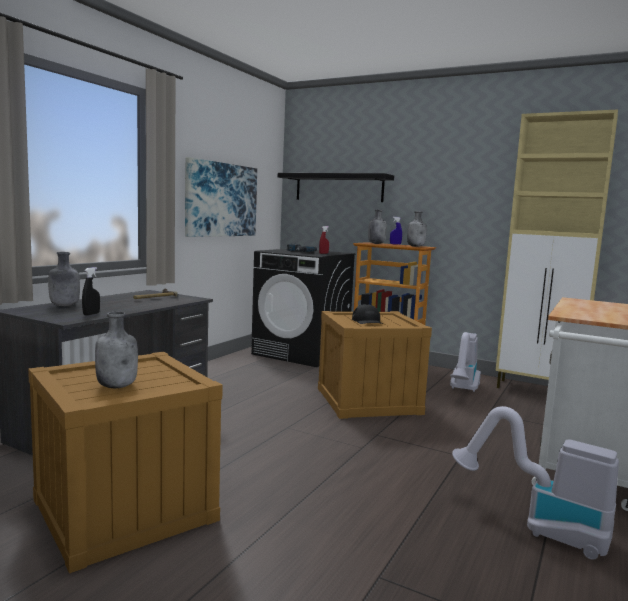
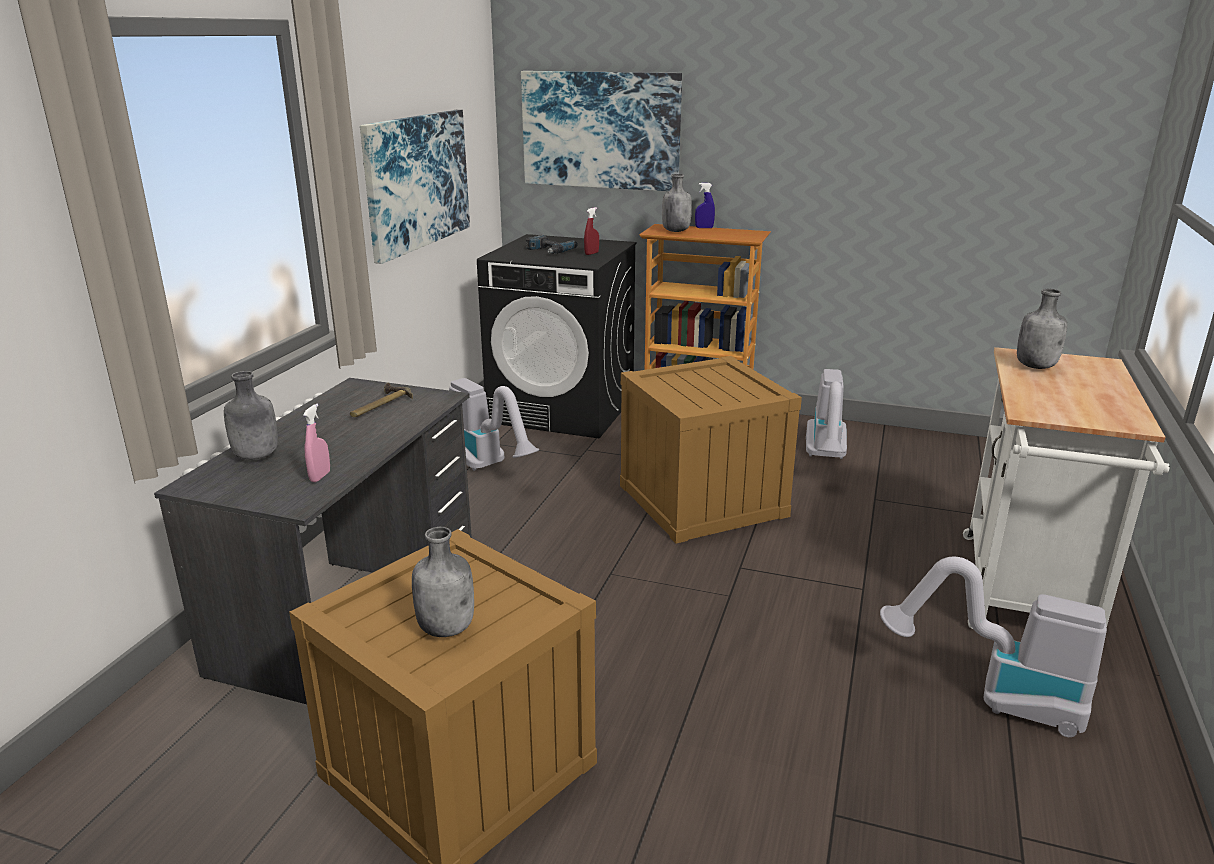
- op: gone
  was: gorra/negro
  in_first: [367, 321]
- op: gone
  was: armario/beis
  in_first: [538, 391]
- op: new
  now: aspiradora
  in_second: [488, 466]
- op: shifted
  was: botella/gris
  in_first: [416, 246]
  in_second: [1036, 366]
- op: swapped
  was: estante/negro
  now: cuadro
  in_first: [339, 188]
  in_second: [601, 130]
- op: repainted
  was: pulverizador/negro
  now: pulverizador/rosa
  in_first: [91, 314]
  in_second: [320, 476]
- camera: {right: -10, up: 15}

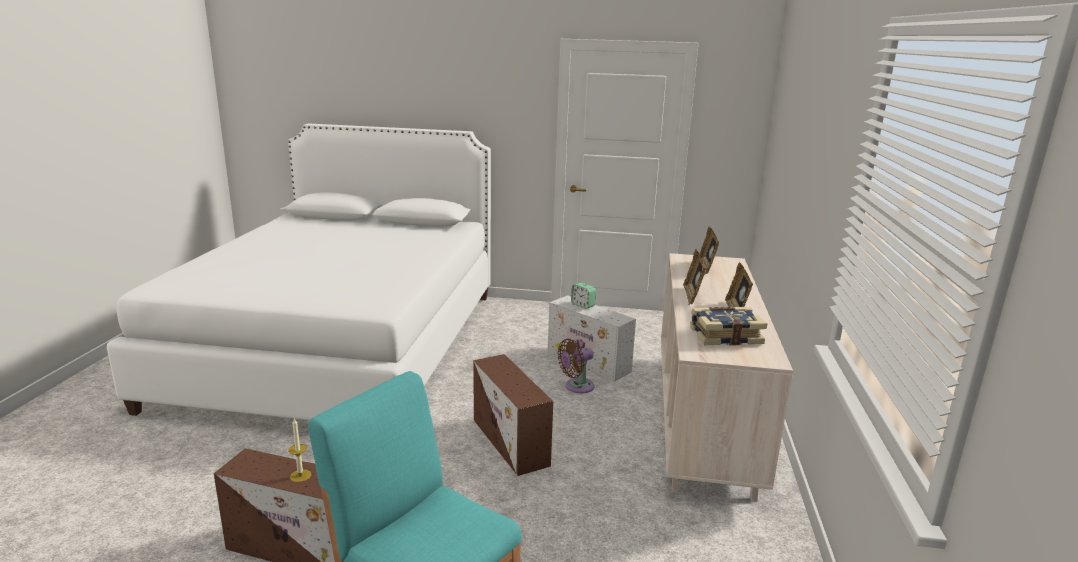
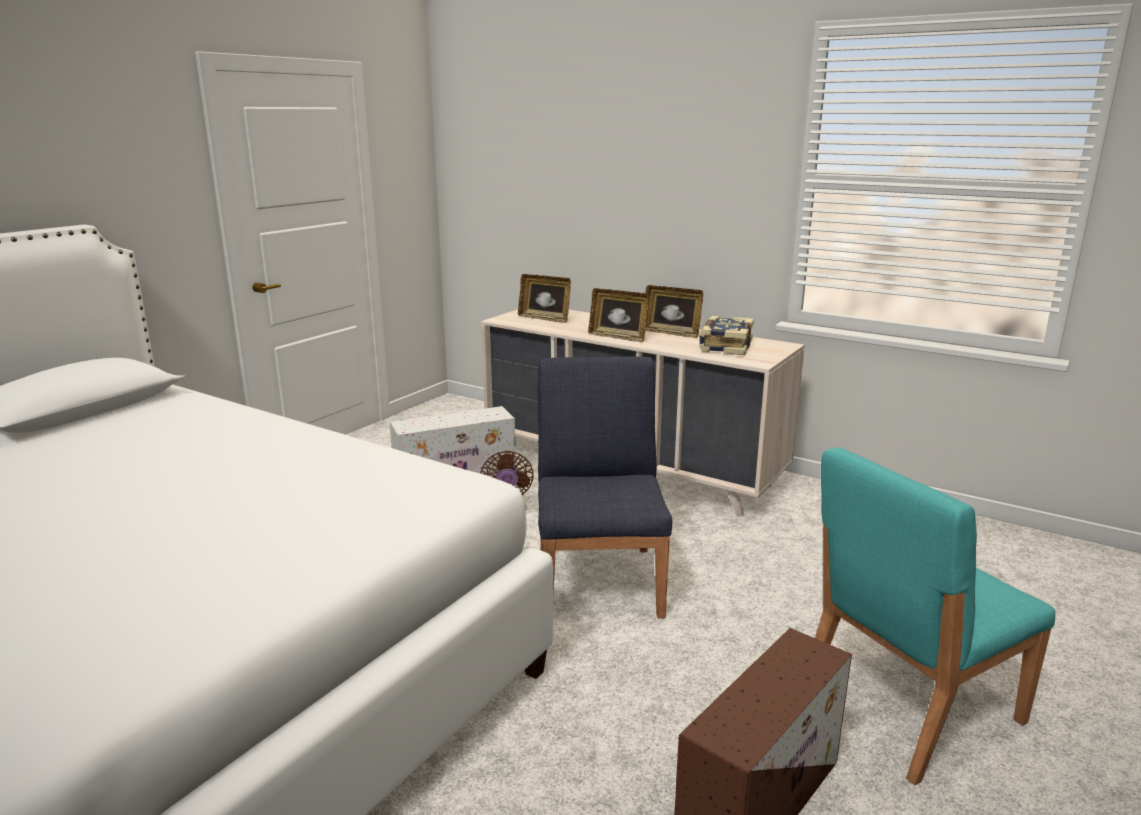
- op: gone
  was: vela
  in_first: [300, 476]
- op: gone
  was: despertador
  in_first: [582, 305]
- op: swapped
  was: caja de almacenaje/marrón
  now: silla/azul
  in_first: [511, 442]
  in_second: [599, 581]
- camera: {right: -65, up: 0}

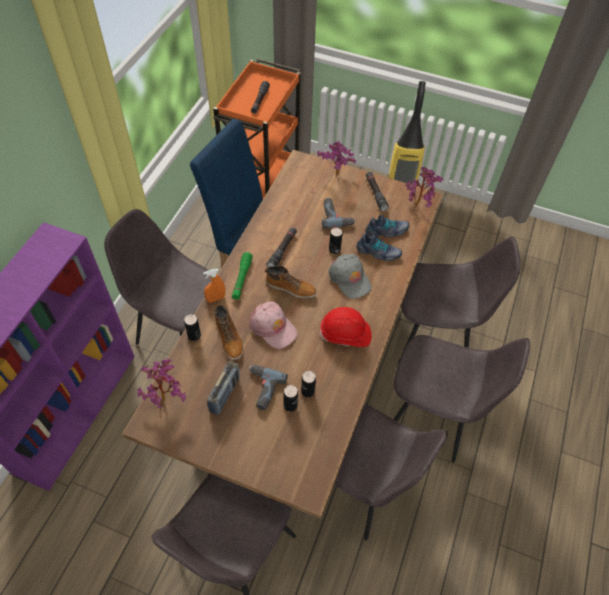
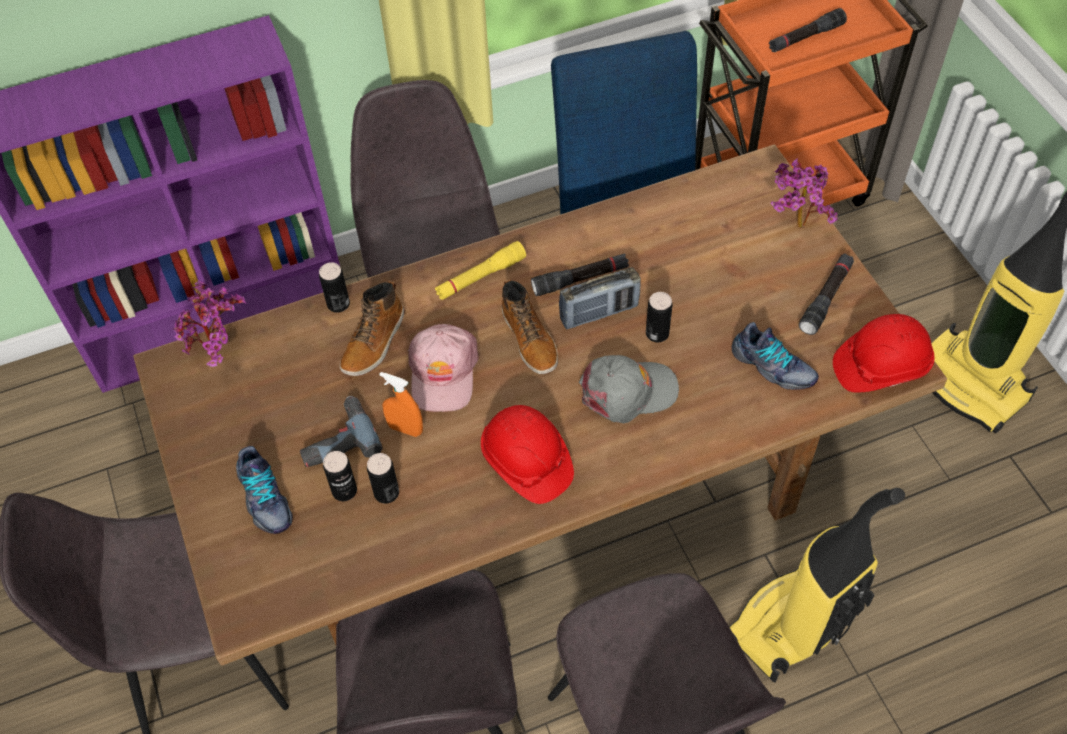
- op: gone
  was: taladro
  in_first: [336, 216]
- op: shifted
  was: pulverizador/naranja
  in_first: [216, 298]
  in_second: [405, 429]
- op: shifted
  was: radio
  in_first: [225, 394]
  in_second: [599, 313]
- op: shifted
  was: zapato
  in_first: [378, 253]
  in_second: [264, 499]
- op: swapped
  was: silla/gris
  now: aspiradora
  in_first: [433, 335]
  in_second: [792, 626]
- op: swapped
  was: planta en maceta
  now: casco/rojo
  in_first: [419, 204]
  in_second: [880, 366]
- op: repainted
  was: linterna/verde
  now: linterna/amarillo
  in_first: [242, 279]
  in_second: [480, 277]
- op: rotated
  was: gorra/gris
  in_first: [350, 279]
  in_second: [628, 392]
  clockwise: -120
- camera: {right: 50, up: 0}

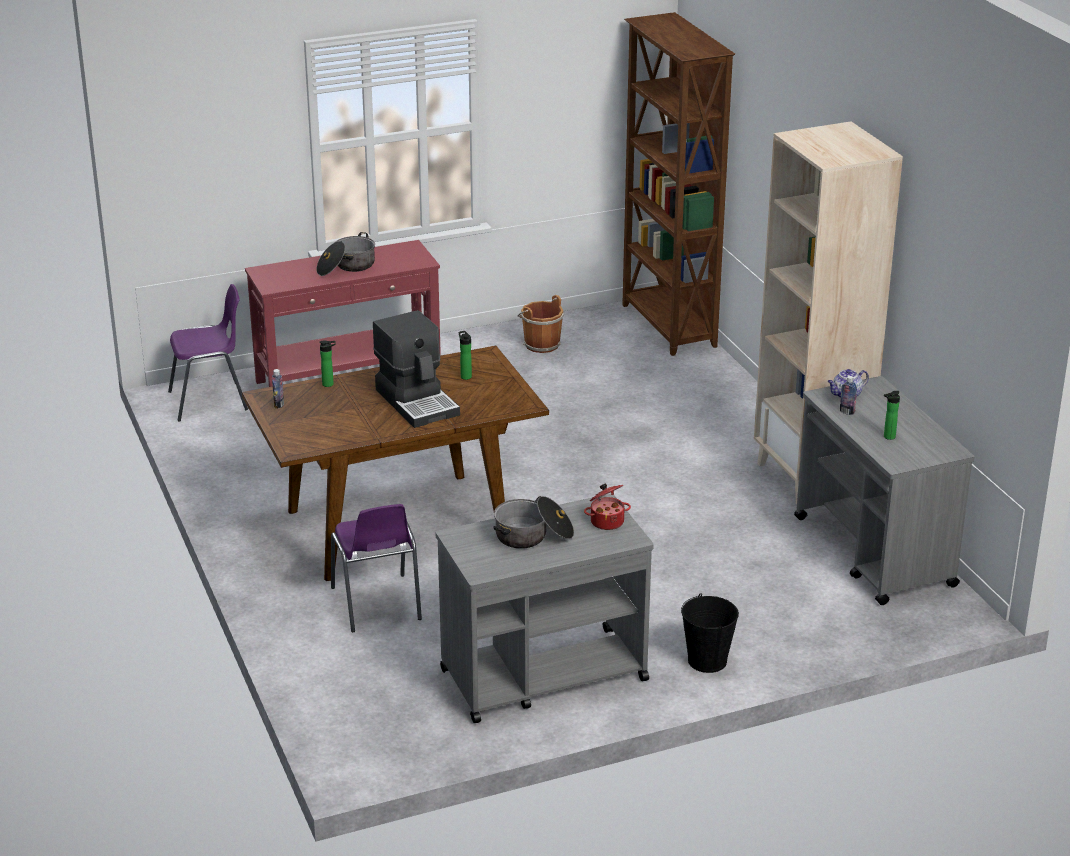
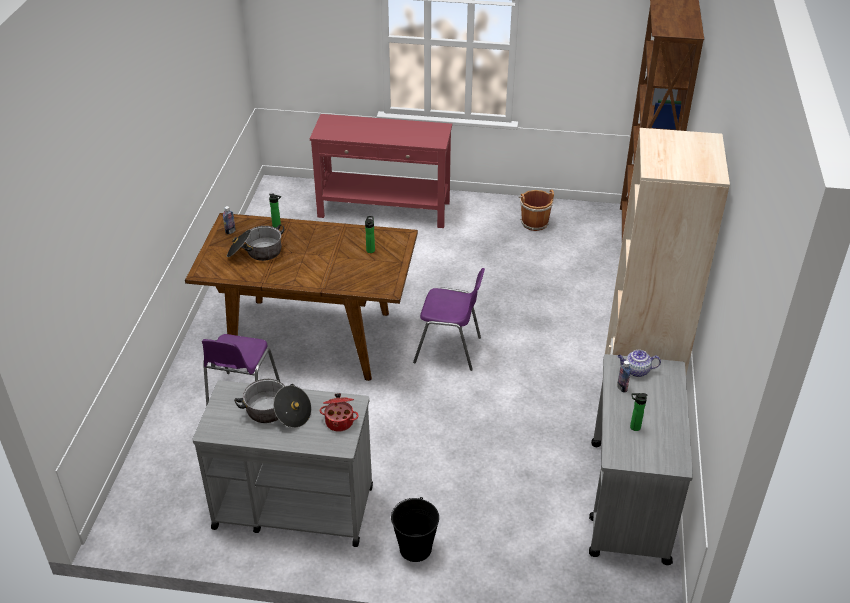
- op: gone
  was: cafetera
  in_first: [418, 402]
- op: shifted
  was: silla/morado
  in_first: [210, 401]
  in_second: [449, 350]
- op: shifted
  was: olla
  in_first: [346, 267]
  in_second: [256, 252]
- camera: {right: 30, up: 10}

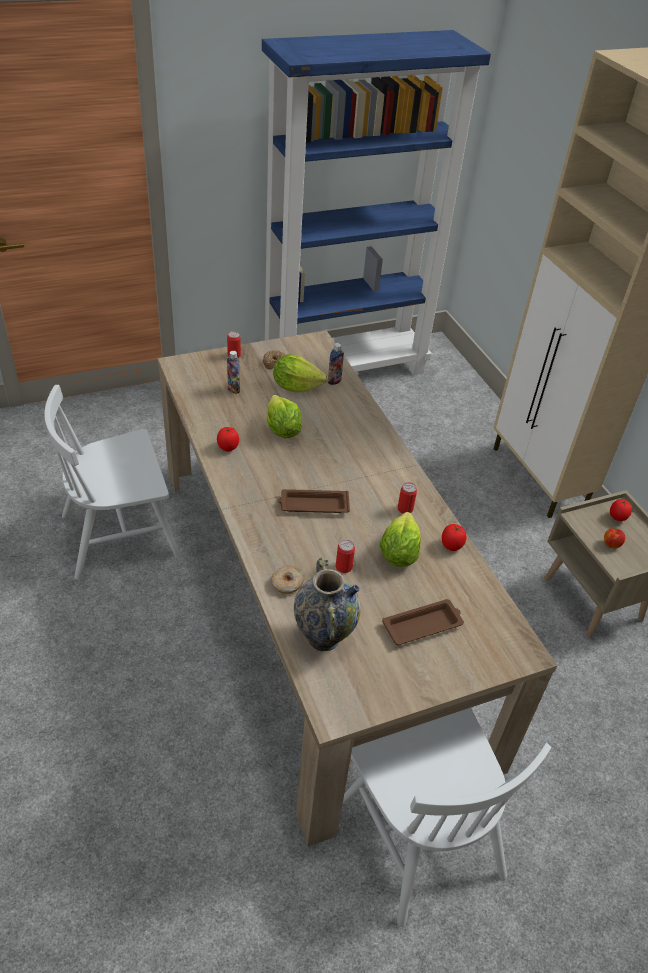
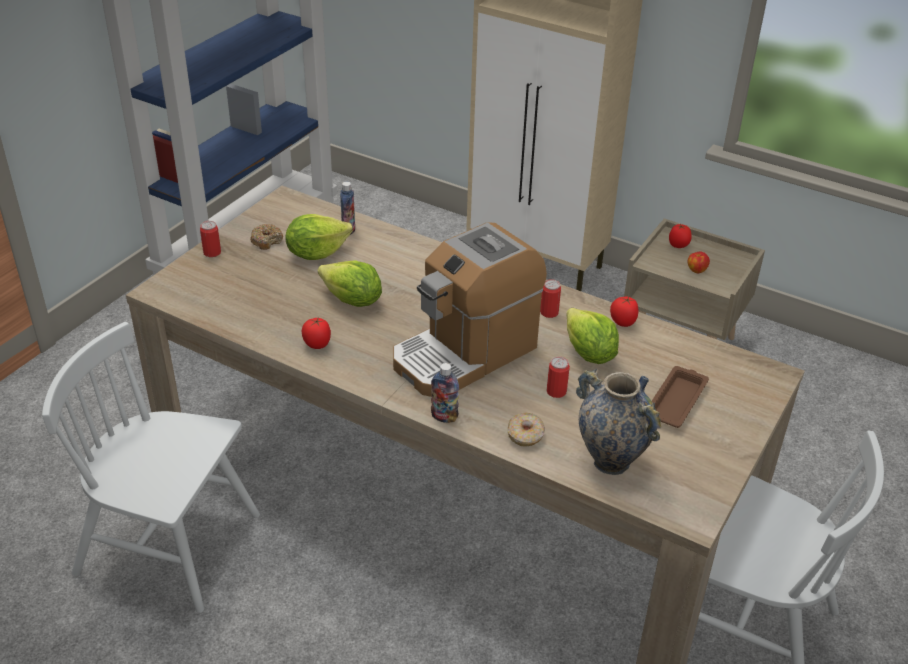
- op: shifted
  was: botella
  in_first: [233, 389]
  in_second: [444, 417]
- op: swapped
  was: bandeja/marrón
  now: cafetera
  in_first: [313, 505]
  in_second: [465, 353]
- op: rotated
  was: silla/blanco
  in_first: [121, 535]
  in_second: [169, 545]
  clockwise: 75
- camera: {right: -35, up: -5}

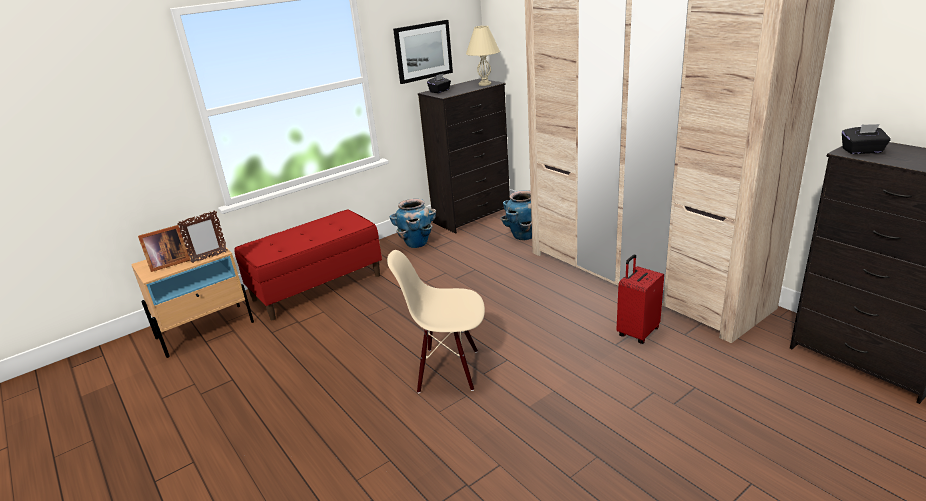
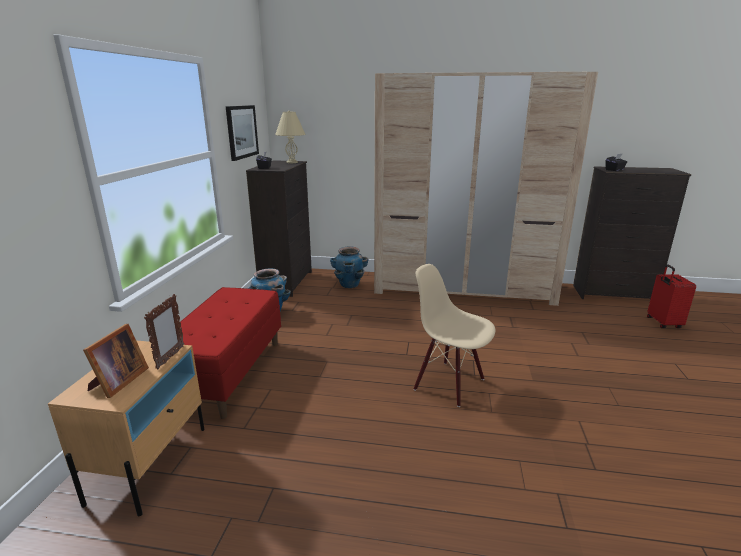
- op: shifted
  was: maleta/rojo
  in_first: [637, 332]
  in_second: [662, 323]
- op: rotated
  was: silla/beis
  in_first: [448, 370]
  in_second: [449, 383]
  clockwise: 75
- camera: {right: -45, up: -5}

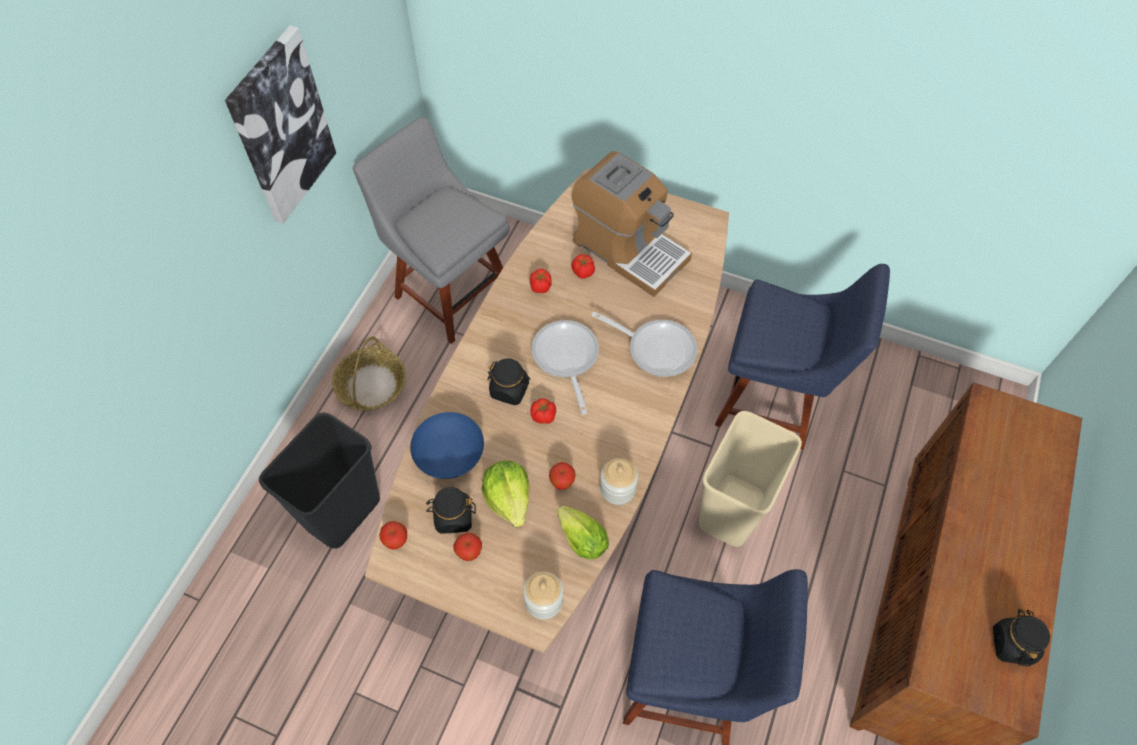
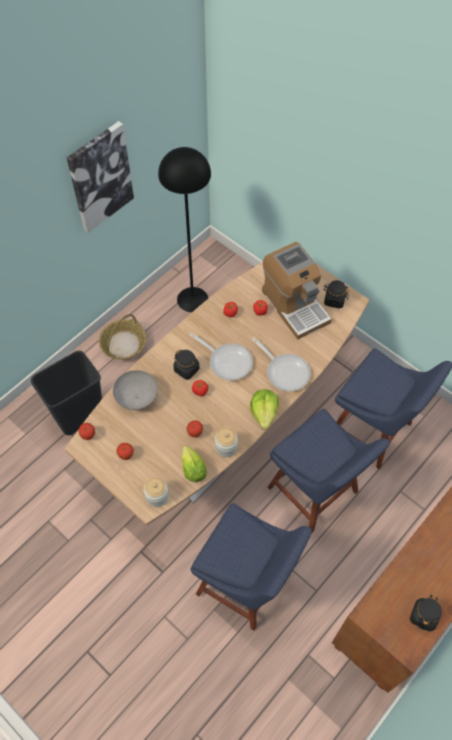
- op: shifted
  was: tarro/negro
  in_first: [453, 517]
  in_second: [334, 300]
- op: shifted
  was: lechuga
  in_first: [509, 498]
  in_second: [264, 413]
- op: swapped
  was: silla/gris
  now: lámpara de pie/negro
  in_first: [449, 290]
  in_second: [192, 299]
- op: swapped
  was: papelera/beis
  now: silla/azul
  in_first: [733, 512]
  in_second: [316, 493]
- op: repainted
  was: cuenco/azul
  now: cuenco/gris
  in_first: [451, 457]
  in_second: [137, 398]
- op: rotated
  was: sartén
  in_first: [566, 359]
  in_second: [227, 361]
  clockwise: 120
- camera: {right: 20, up: 0}

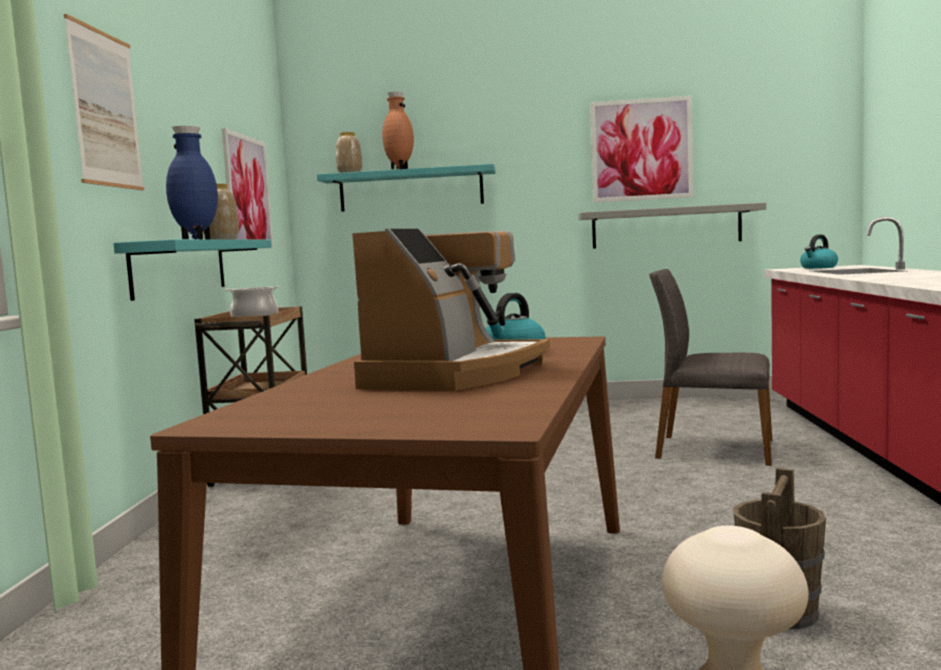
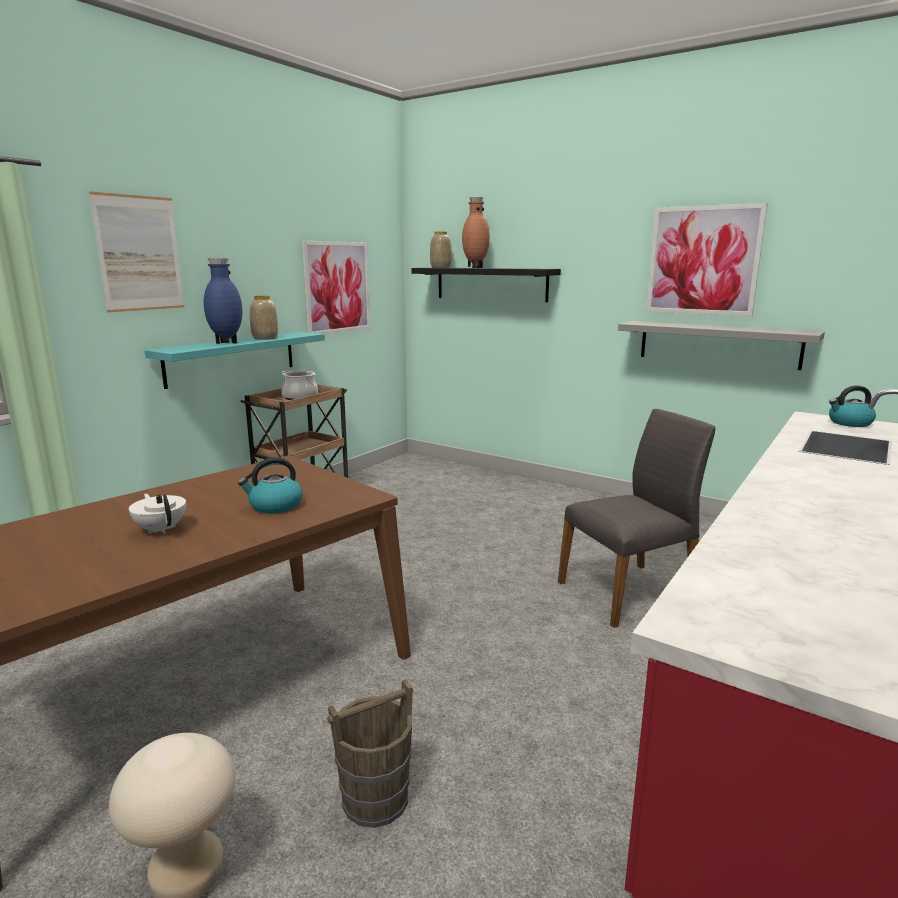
- op: swapped
  was: cafetera
  now: tetera/blanco
  in_first: [454, 374]
  in_second: [161, 529]
- op: repainted
  was: estante/turquesa
  now: estante/negro
  in_first: [411, 190]
  in_second: [491, 284]
- op: rotated
  was: silla/gris
  in_first: [713, 449]
  in_second: [628, 592]
  clockwise: 105
- camera: {right: 30, up: 10}

